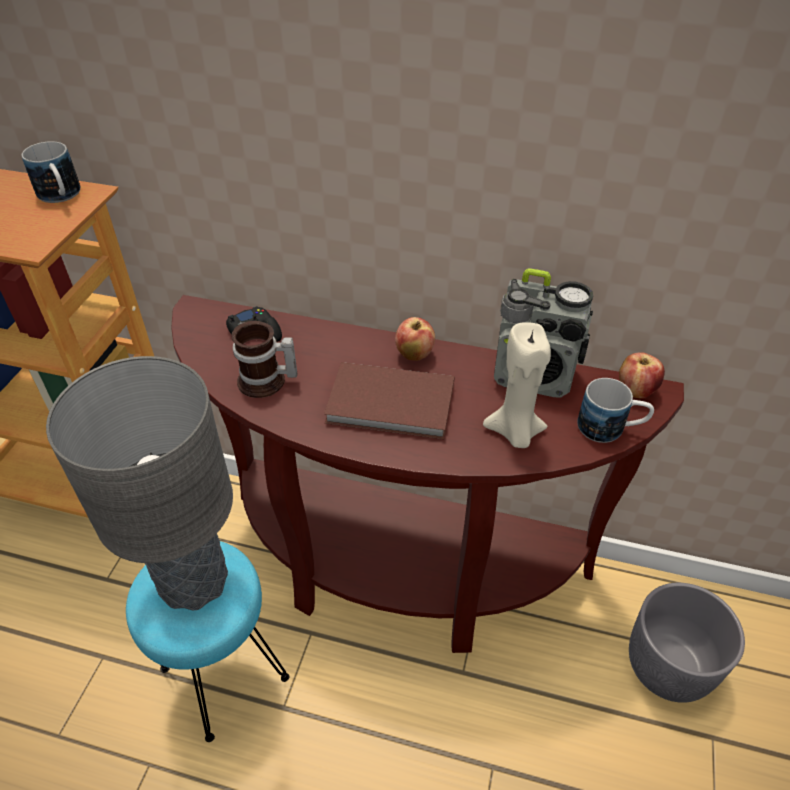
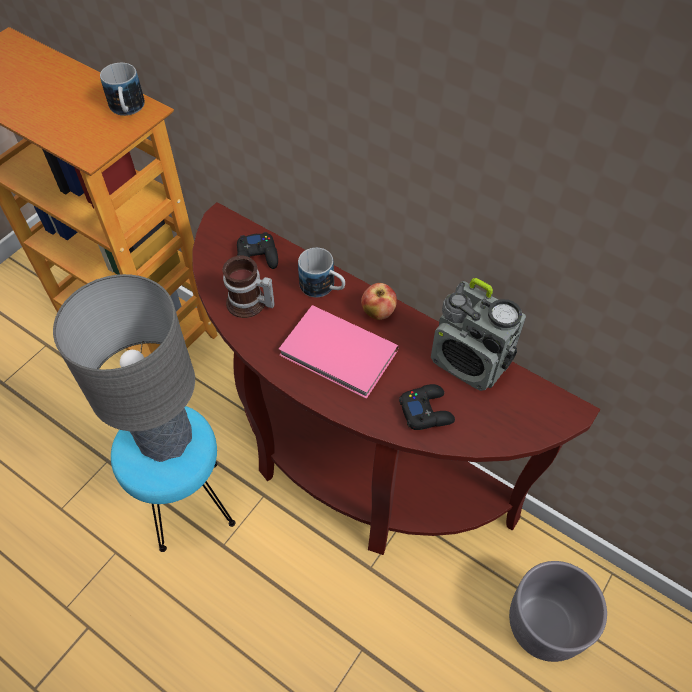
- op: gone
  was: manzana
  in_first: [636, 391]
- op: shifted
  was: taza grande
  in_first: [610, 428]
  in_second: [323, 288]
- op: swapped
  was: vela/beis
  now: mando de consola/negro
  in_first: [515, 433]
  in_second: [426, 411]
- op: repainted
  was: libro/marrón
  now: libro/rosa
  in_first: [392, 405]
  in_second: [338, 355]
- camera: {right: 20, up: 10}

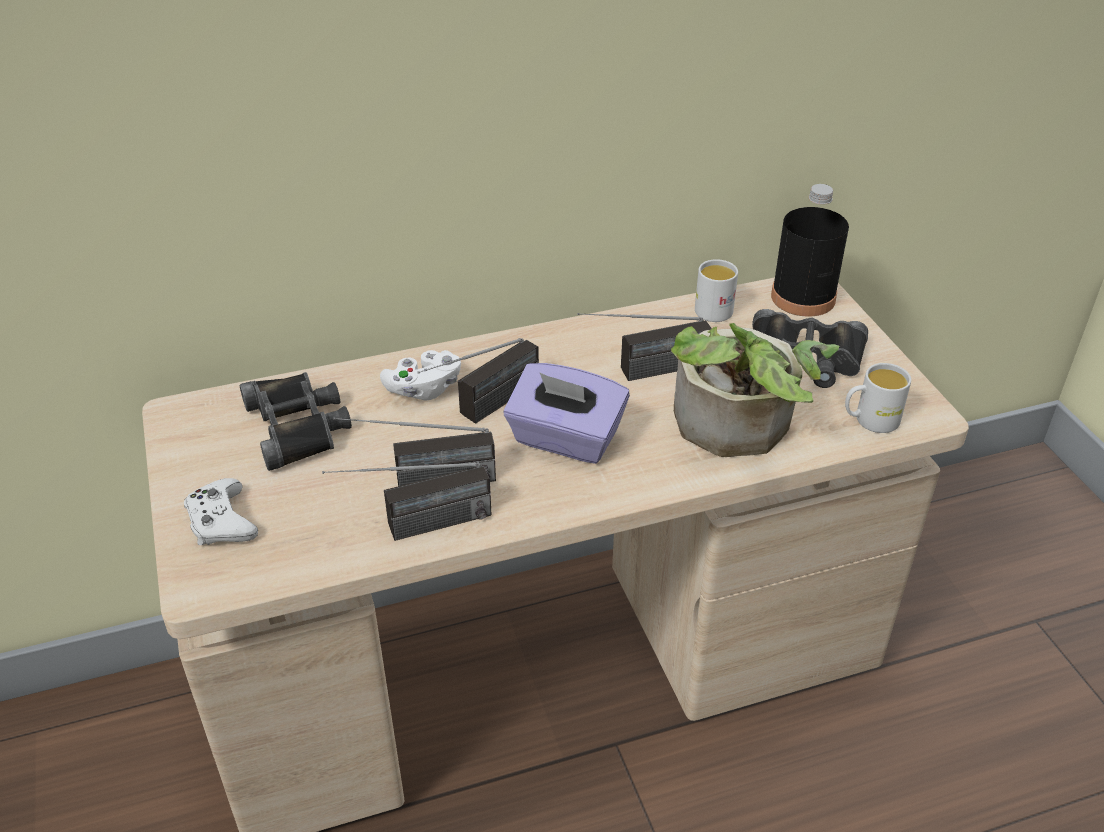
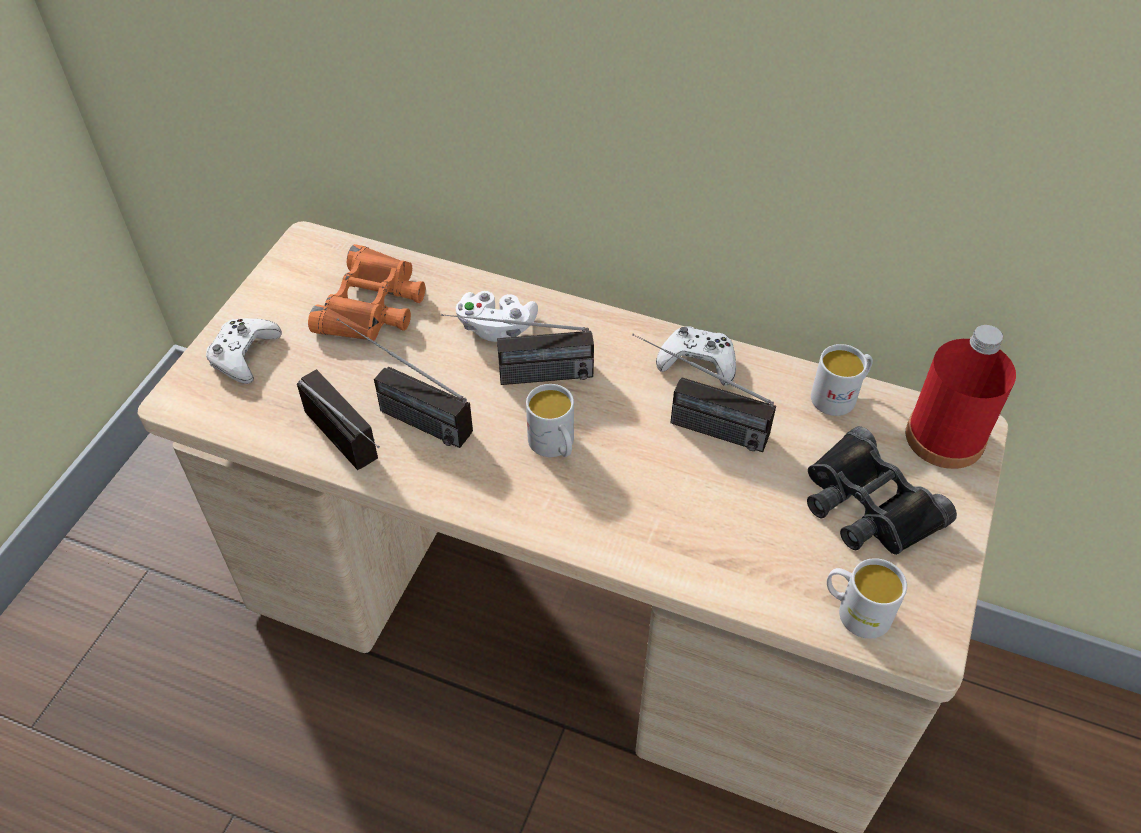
- op: gone
  was: planta en maceta
  in_first: [737, 430]
- op: new
  now: mando de consola/blanco
  in_second: [698, 362]
- op: swapped
  was: caja de pañuelos/morado
  now: taza grande/blanco
  in_first: [565, 439]
  in_second: [554, 446]
- op: repainted
  was: prismáticos/negro
  now: prismáticos/naranja
  in_first: [298, 426]
  in_second: [373, 305]
- op: repainted
  was: botella/negro
  now: botella/rojo
  in_first: [803, 297]
  in_second: [944, 437]
- op: rotated
  was: radio
  in_first: [414, 528]
  in_second: [358, 449]
  clockwise: -150
- camera: {right: 40, up: 10}

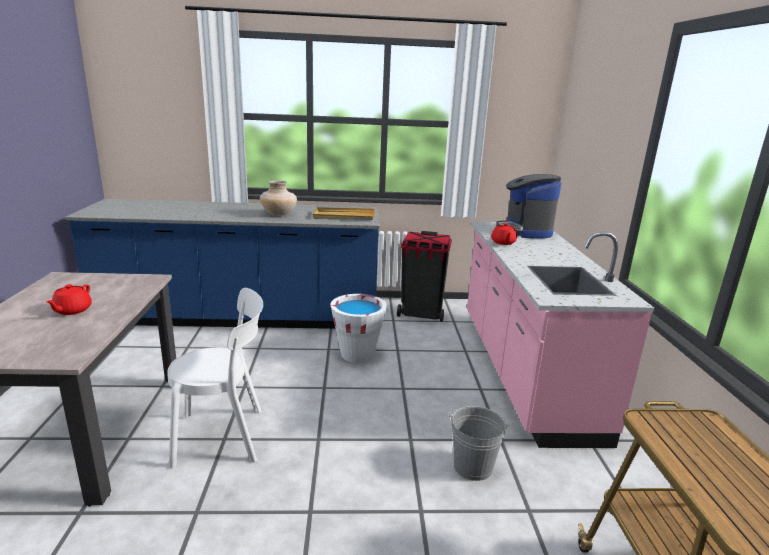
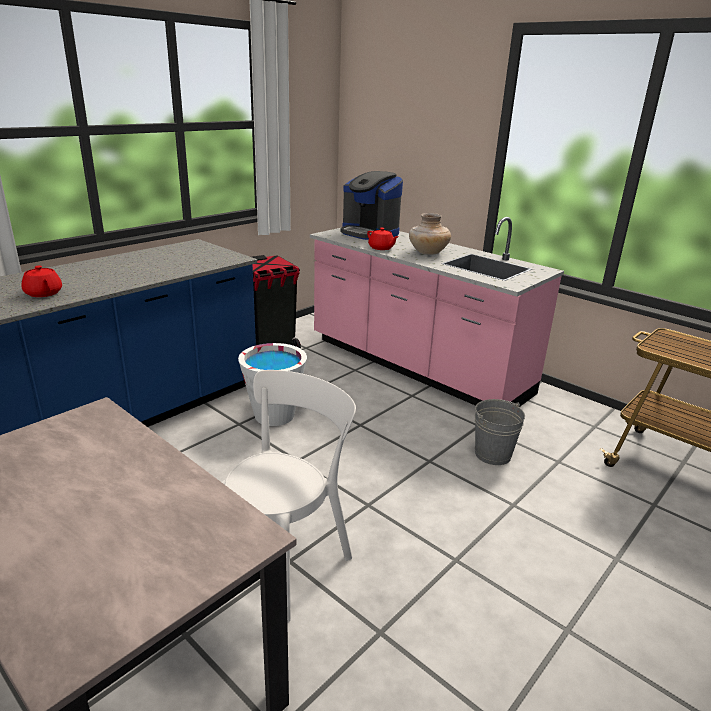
- op: gone
  was: bandeja/beis
  in_first: [344, 216]
- op: shifted
  was: tetera/rojo
  in_first: [72, 310]
  in_second: [43, 293]
- op: shifted
  was: florero/beis
  in_first: [279, 214]
  in_second: [428, 253]
- camera: {right: -45, up: 5}

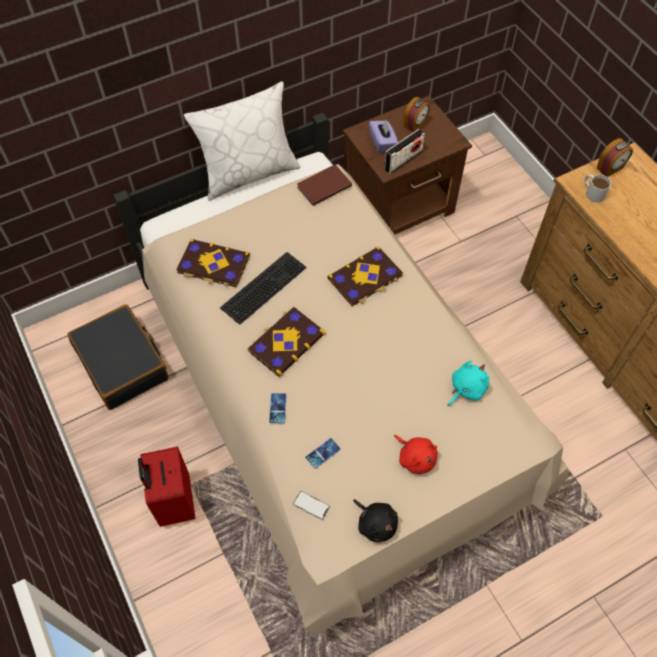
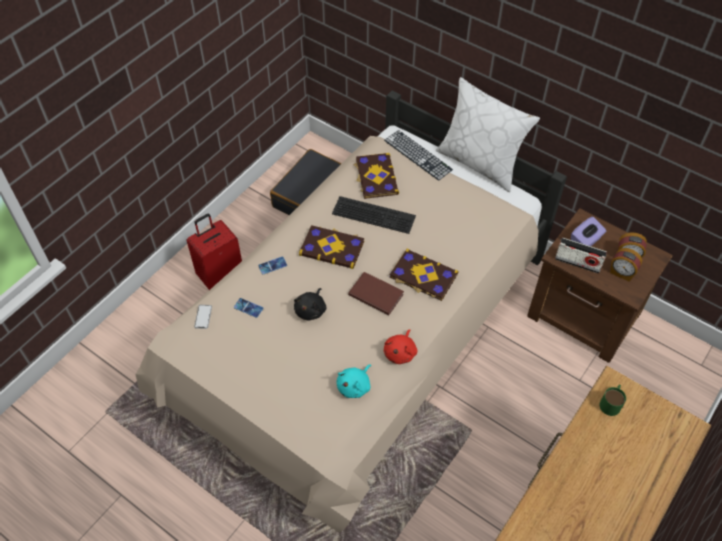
- op: new
  now: teclado
  in_second: [418, 155]
- op: shifted
  was: libro/marrón
  in_first: [323, 186]
  in_second: [376, 293]
- op: shifted
  was: peluche/negro
  in_first: [376, 523]
  in_second: [311, 310]
- op: shifted
  was: peluche/rojo
  in_first: [415, 457]
  in_second: [400, 352]
- op: shifted
  was: despertador
  in_first: [610, 168]
  in_second: [621, 273]
- op: repainted
  was: taza grande/blanco
  now: taza grande/verde
  in_first: [592, 192]
  in_second: [611, 402]
- op: rotated
  was: peluche/turquesa
  in_first: [466, 389]
  in_second: [355, 386]
  clockwise: 105
- camera: {right: 65, up: -5}

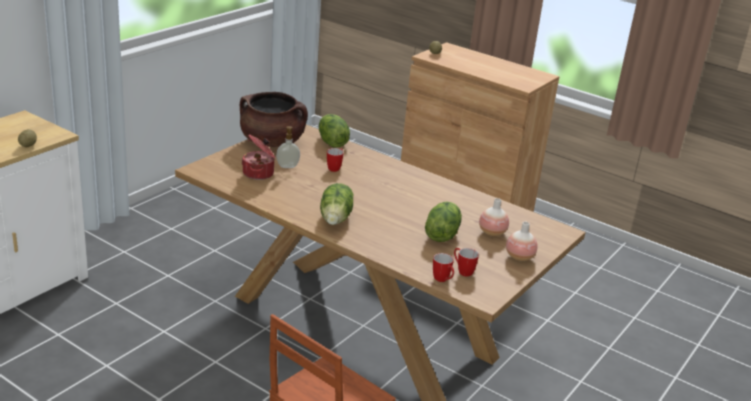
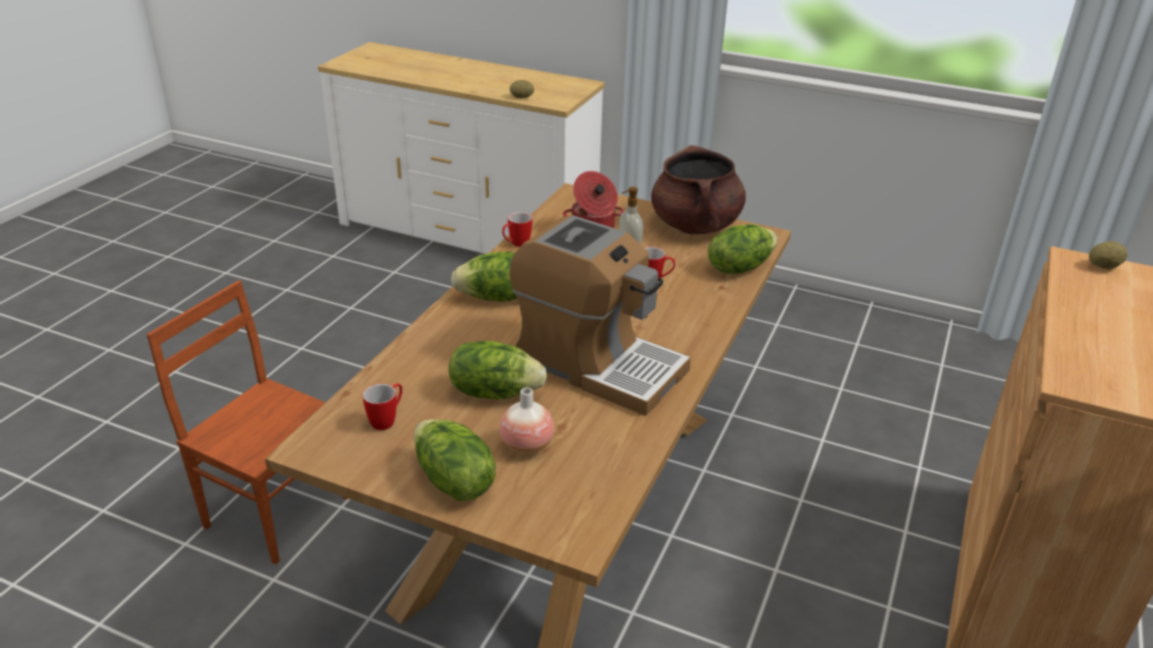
- op: new
  now: cafetera
  in_second: [598, 365]
- op: shifted
  was: taza grande
  in_first: [443, 280]
  in_second: [516, 244]
- op: swapped
  was: florero
  now: lechuga
  in_first: [519, 257]
  in_second: [452, 481]
- camera: {right: 80, up: 5}

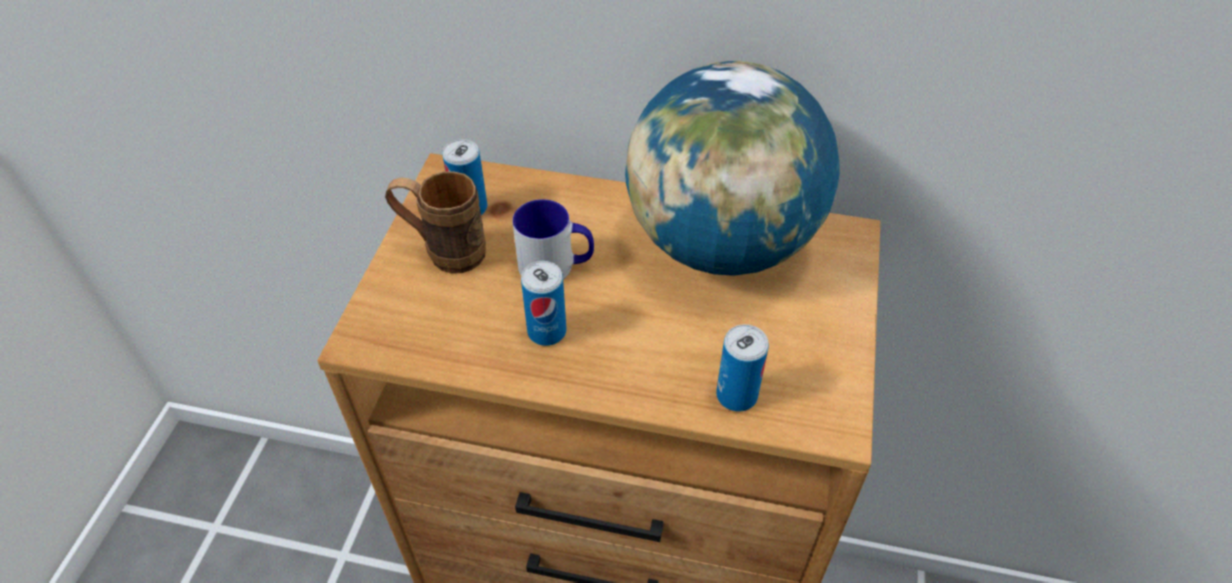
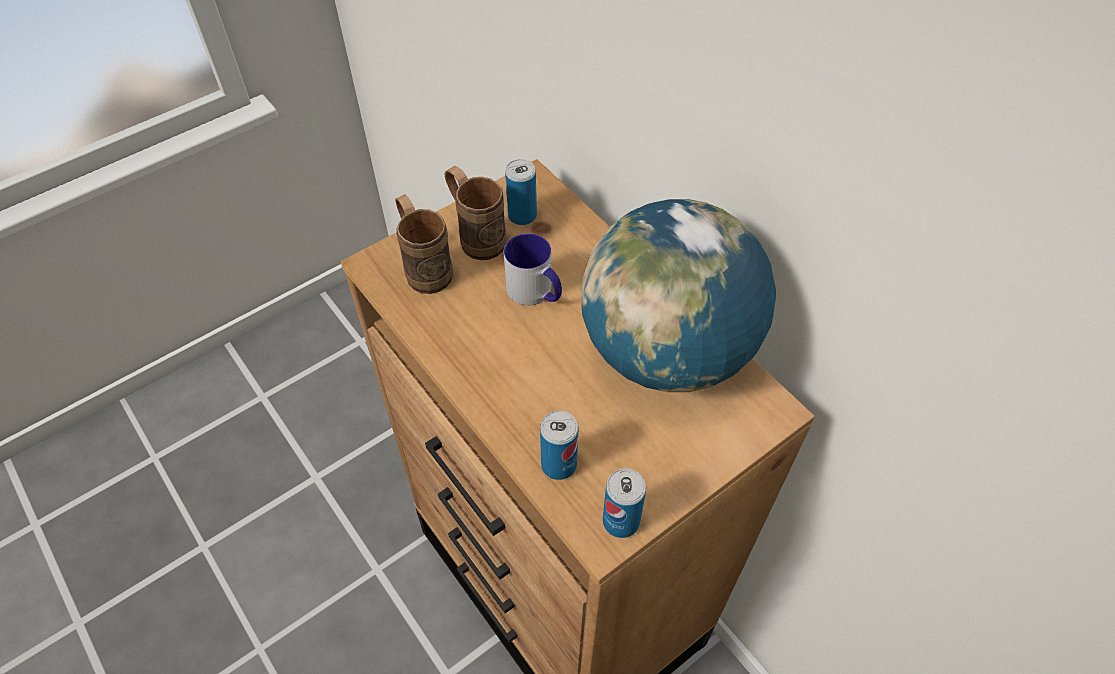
- op: new
  now: taza grande/marrón
  in_second: [424, 267]
- op: shifted
  was: lata
  in_first: [547, 331]
  in_second: [621, 521]
- camera: {right: 40, up: 5}

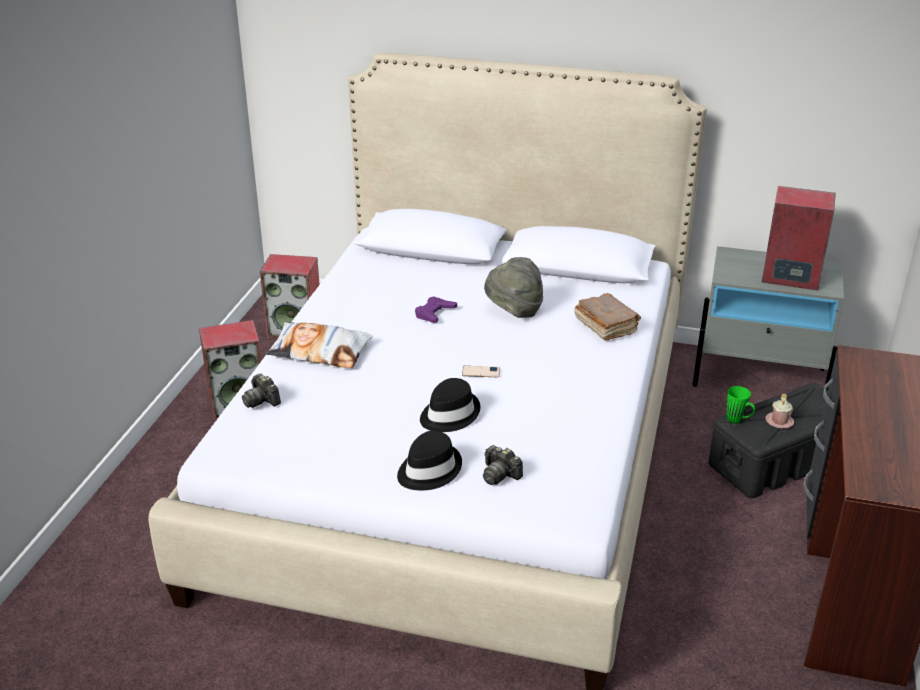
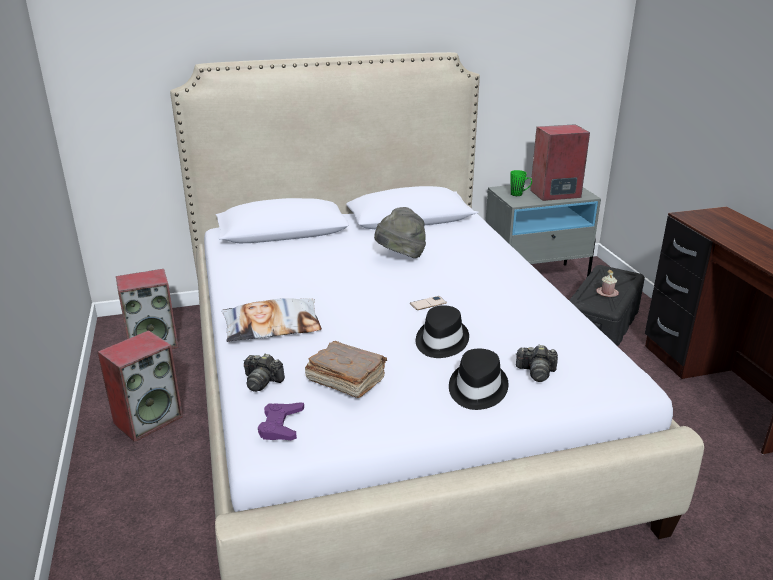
- op: shifted
  was: mando de consola/morado
  in_first: [434, 313]
  in_second: [281, 425]
- op: shifted
  was: libro/marrón
  in_first: [605, 326]
  in_second: [345, 380]
- op: shifted
  was: taza grande/verde
  in_first: [738, 421]
  in_second: [519, 194]
- camera: {right: -30, up: -5}

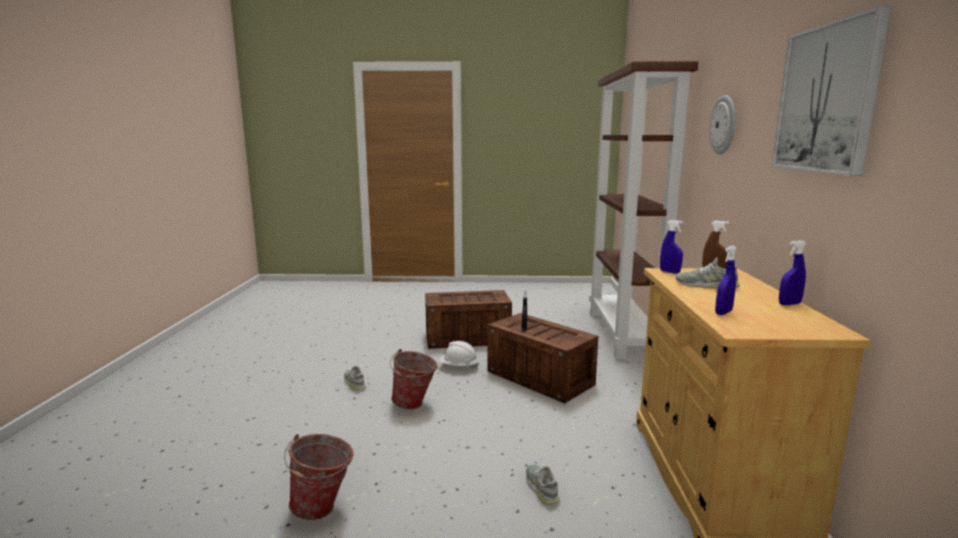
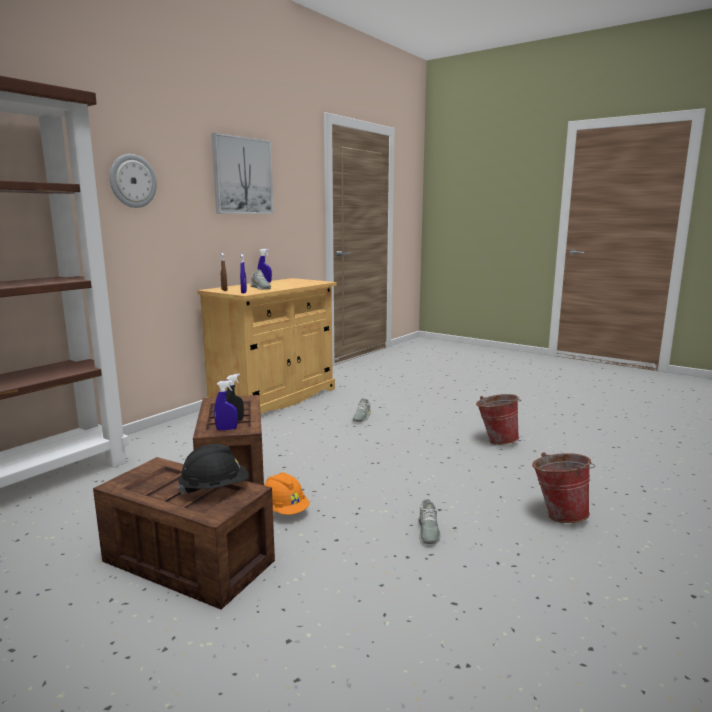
- op: new
  now: casco/negro
  in_second: [215, 489]
- op: shifted
  was: cubo
  in_first: [415, 405]
  in_second: [558, 514]
- op: shifted
  was: pulverizador/azul
  in_first: [723, 312]
  in_second: [226, 429]
- op: repainted
  was: casco/blanco
  now: casco/naranja
  in_first: [458, 367]
  in_second: [284, 510]
- camera: {right: -145, up: 0}

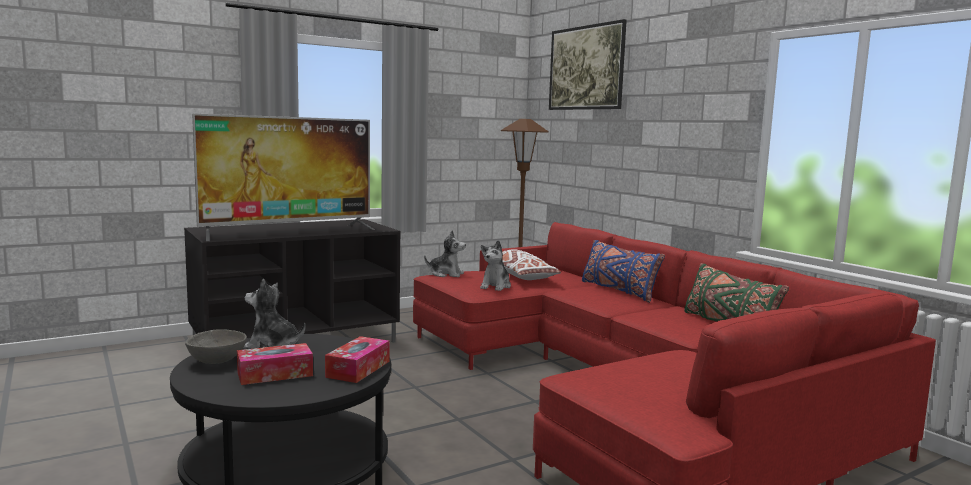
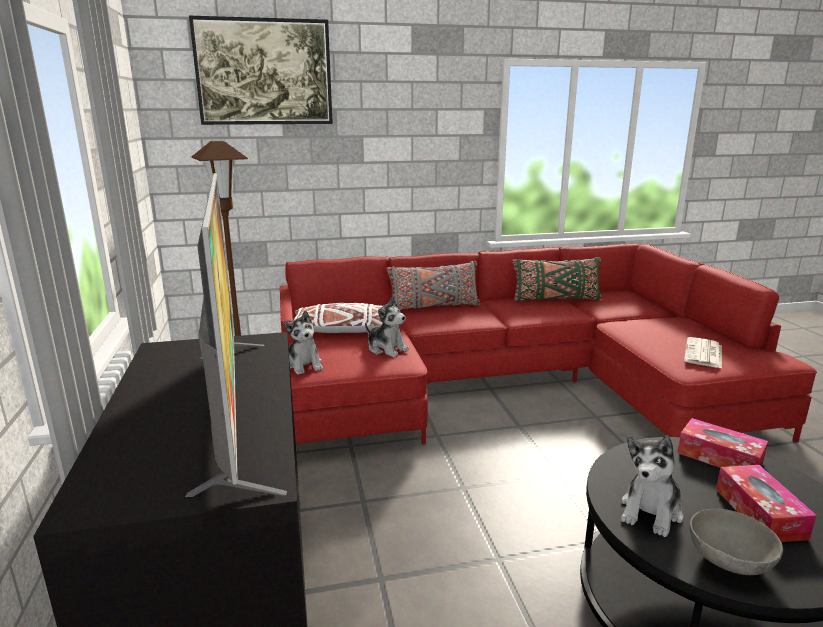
- op: new
  now: periódico
  in_second: [703, 354]
- op: repainted
  was: cojín/azul
  now: cojín/gris
  in_first: [618, 291]
  in_second: [434, 306]
- op: rotated
  was: peluche
  in_first: [446, 274]
  in_second: [304, 364]
  clockwise: 120
- camera: {right: -70, up: 10}

